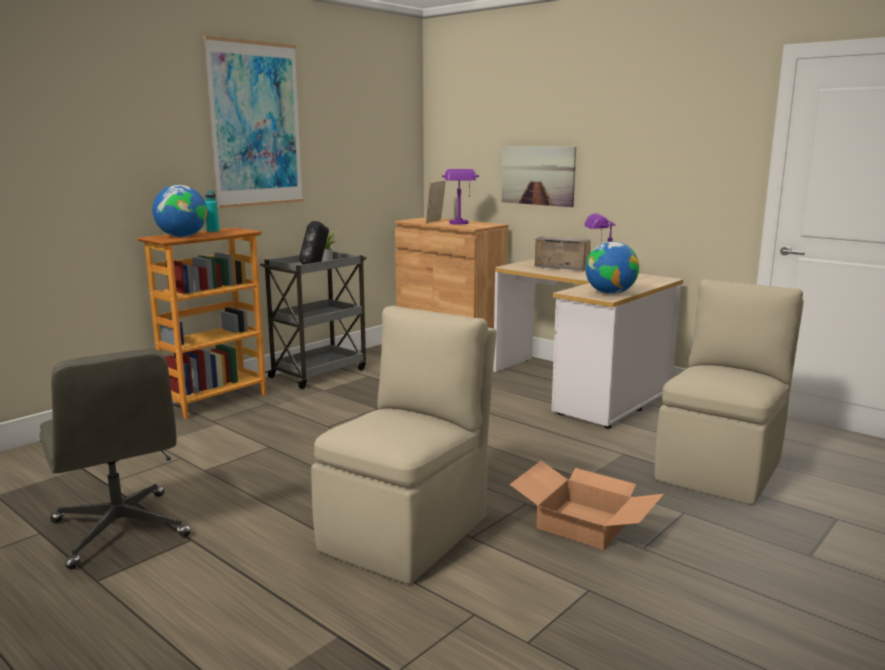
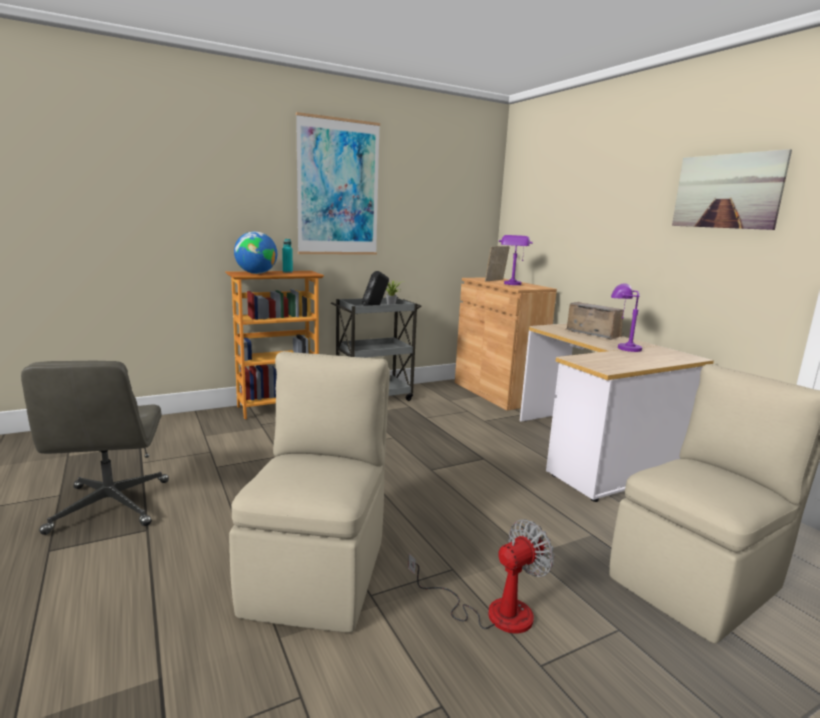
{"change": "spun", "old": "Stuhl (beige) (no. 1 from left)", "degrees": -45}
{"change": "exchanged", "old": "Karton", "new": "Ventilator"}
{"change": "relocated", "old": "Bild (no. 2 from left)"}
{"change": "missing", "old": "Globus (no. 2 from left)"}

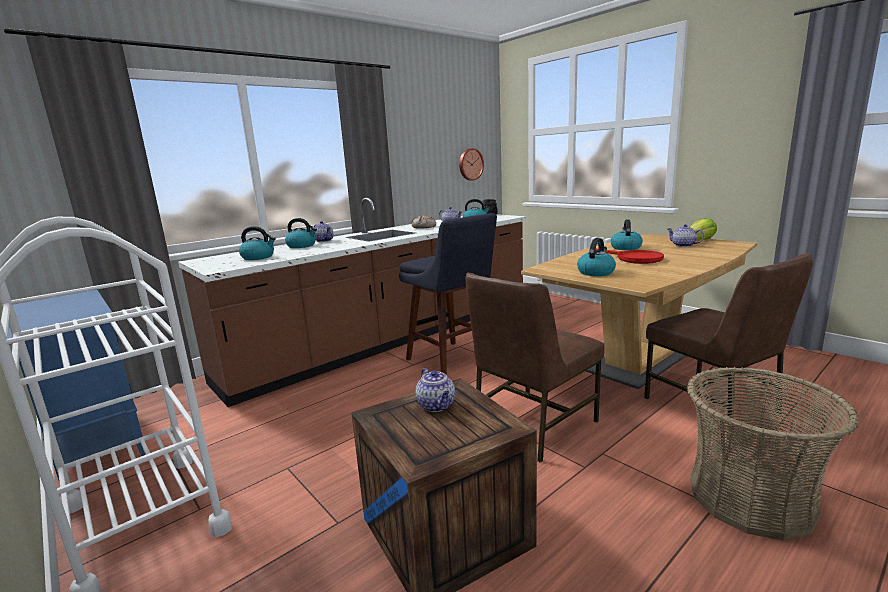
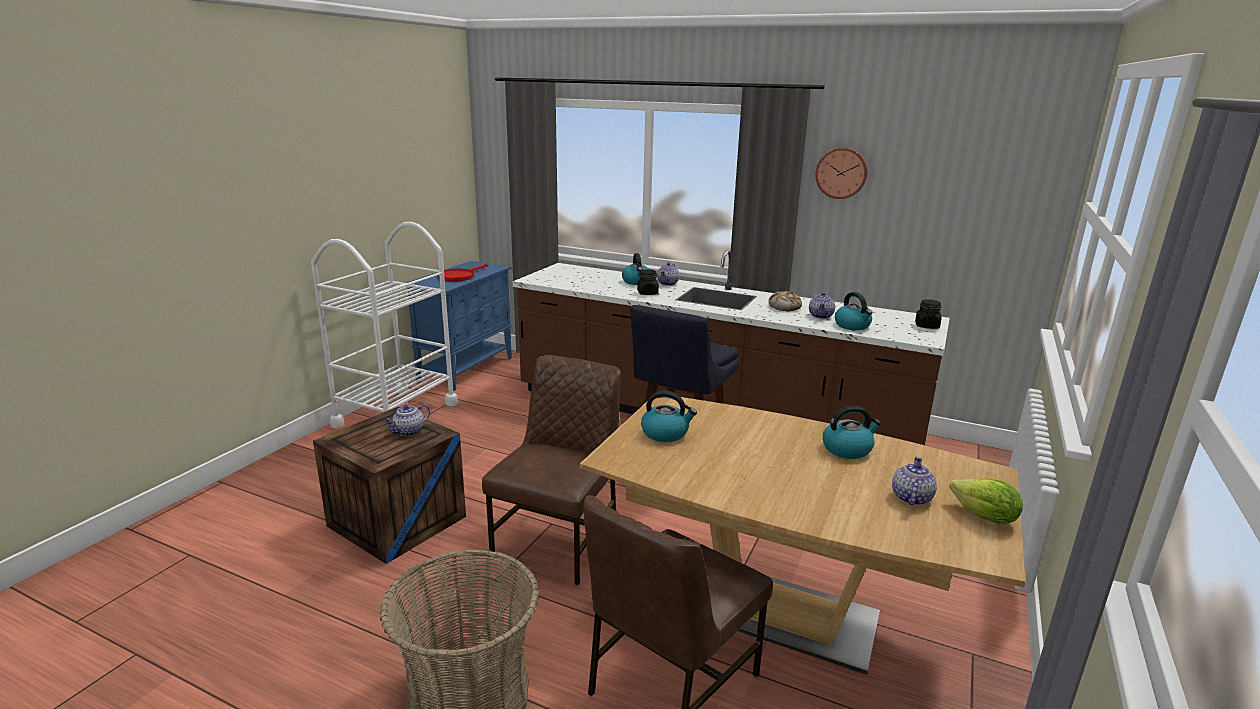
{"change": "relocated", "old": "Pfanne (rot)"}
{"change": "spun", "old": "Stuhl (braun) (no. 1 from left)", "degrees": 90}
{"change": "appeared", "new": "Vorratsglas (schwarz) (no. 1 from left)"}
{"change": "relocated", "old": "Wanduhr"}
{"change": "missing", "old": "Wasserkessel (no. 1 from left)"}

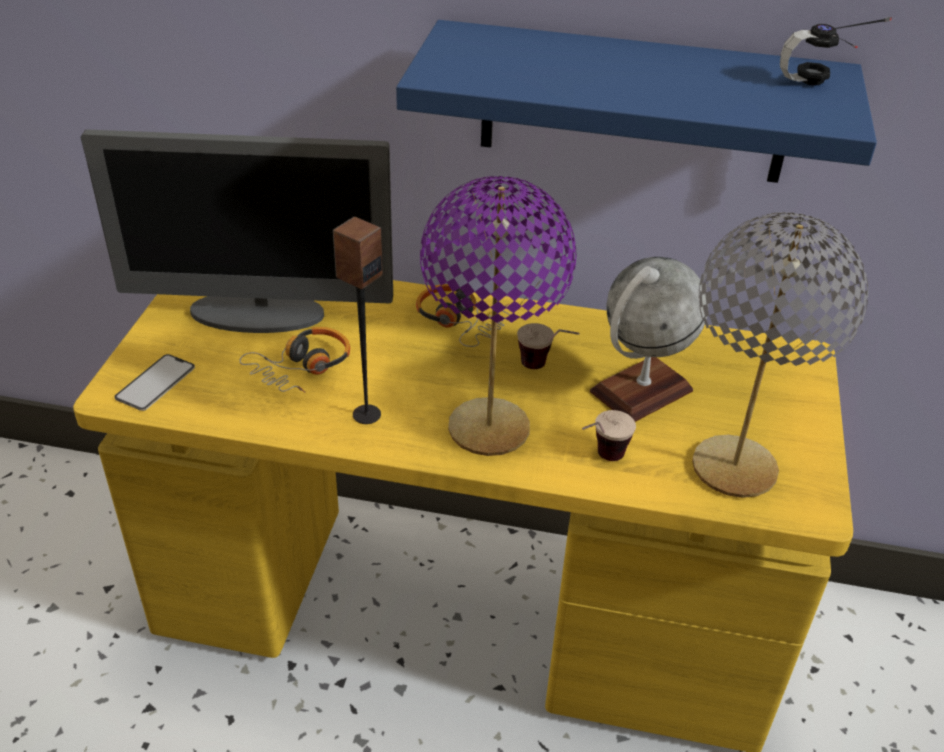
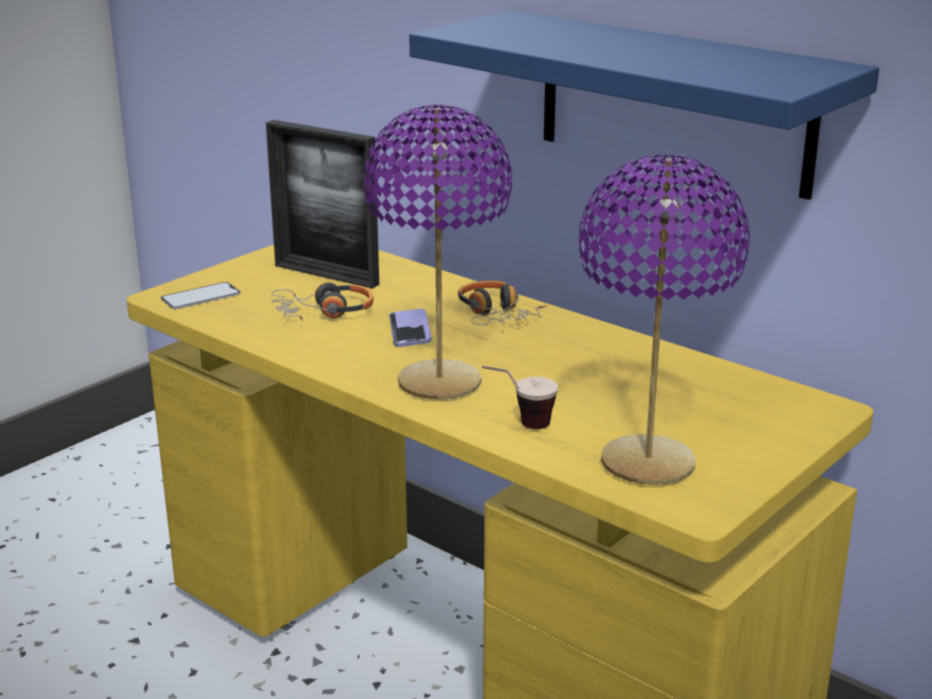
{"change": "exchanged", "old": "Monitor", "new": "Bilderrahmen"}
{"change": "appeared", "new": "Handy (no. 2 from left)"}
{"change": "colour", "old": "Tischlampe (grau)", "new": "Tischlampe (lila) (no. 2 from left)"}
{"change": "missing", "old": "Lautsprecher"}
{"change": "missing", "old": "Tasse (no. 1 from left)"}
{"change": "missing", "old": "Globus"}
{"change": "missing", "old": "Kopfhörer (no. 3 from left)"}

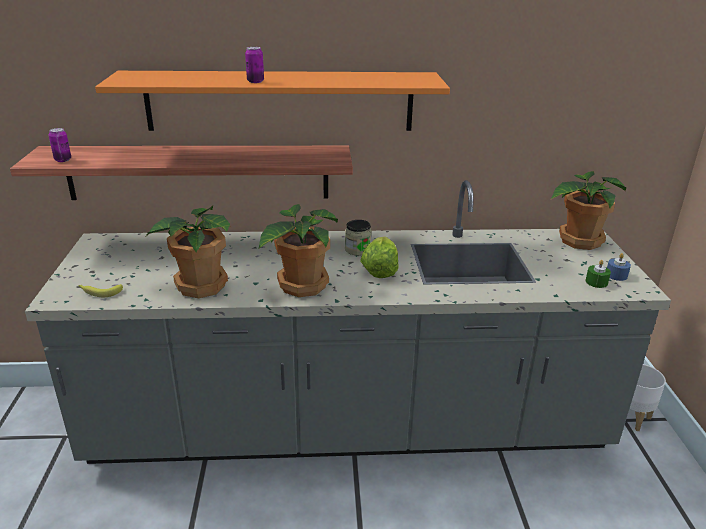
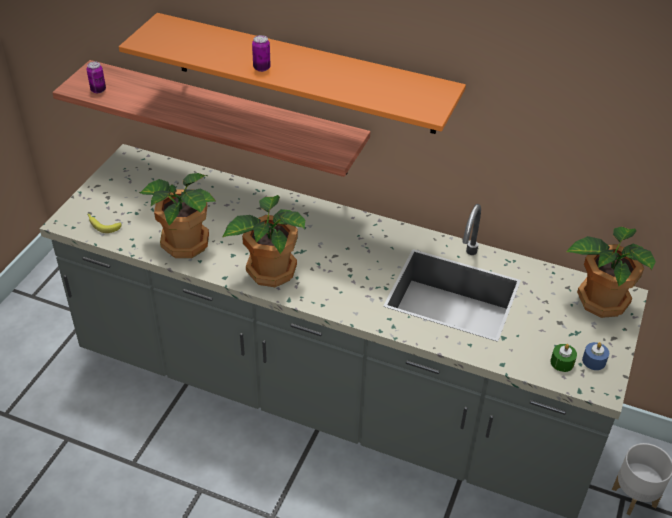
{"change": "missing", "old": "Vorratsglas"}
{"change": "missing", "old": "Salatkopf"}

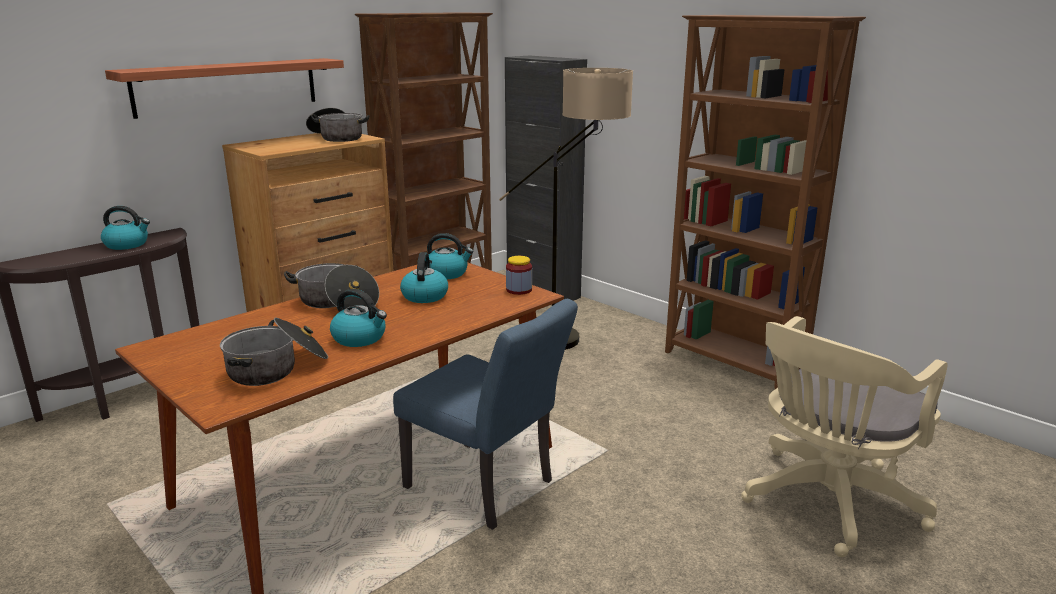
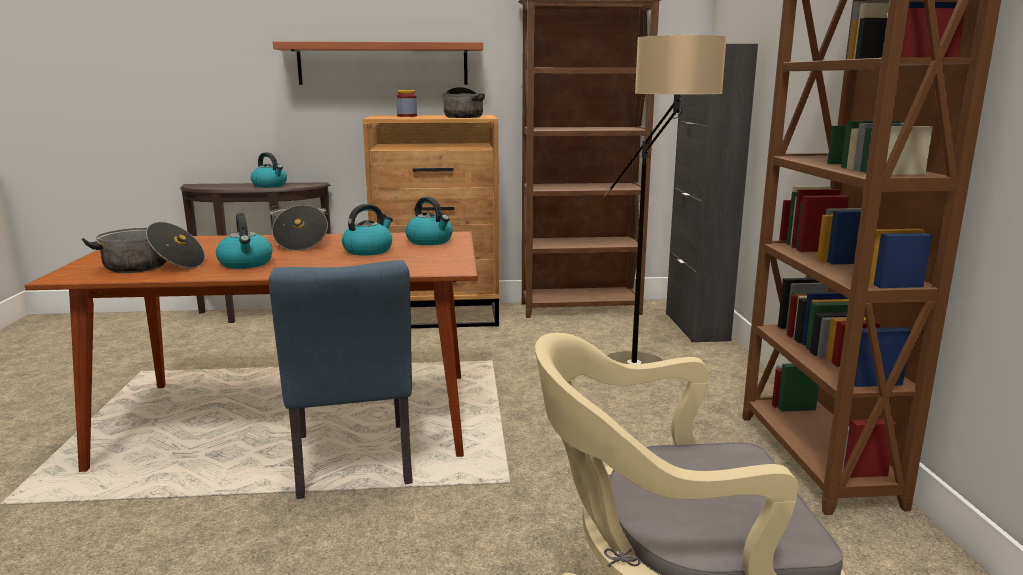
{"change": "relocated", "old": "Vorratsglas"}

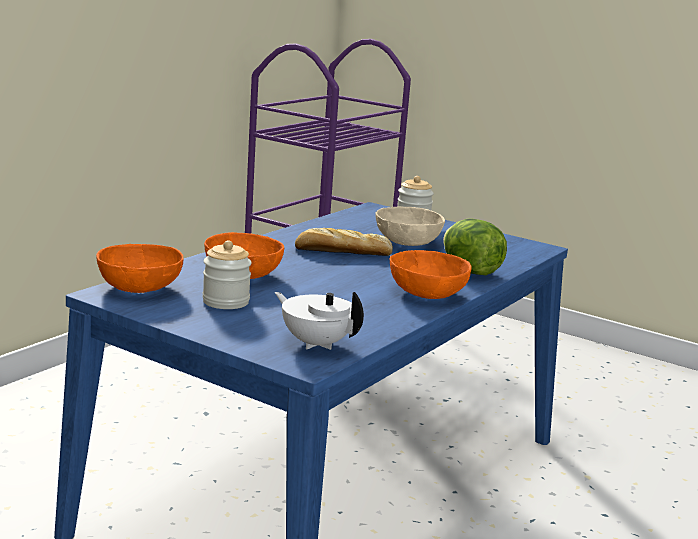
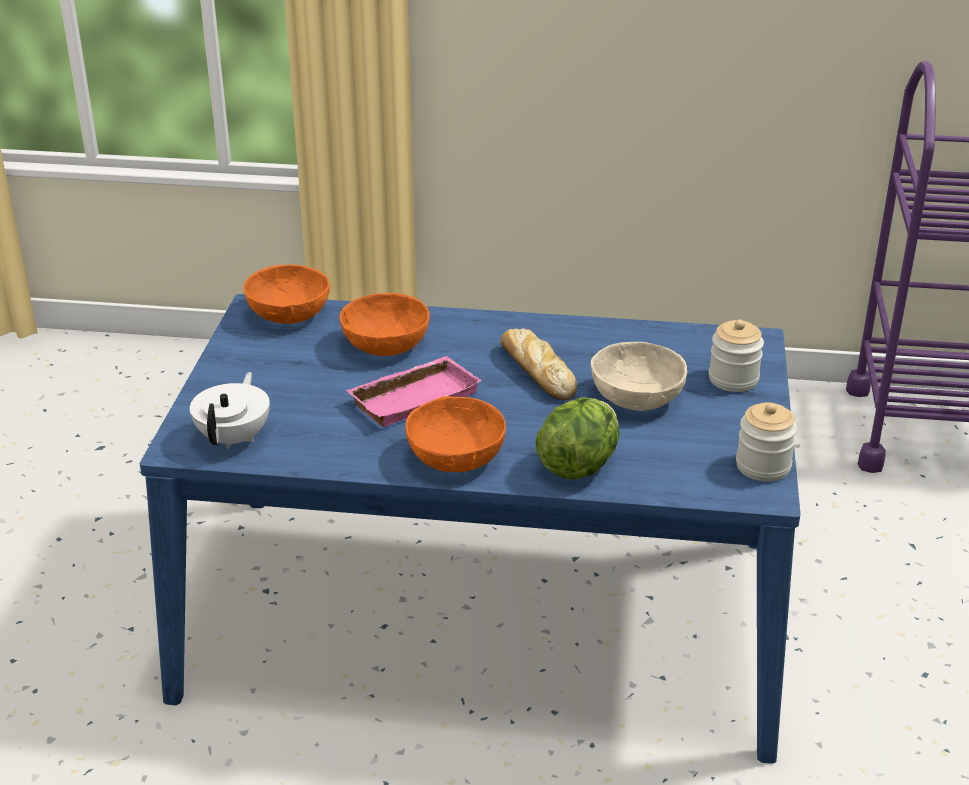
{"change": "appeared", "new": "Tablett (rosa)"}
{"change": "relocated", "old": "Vorratsglas (no. 1 from left in the first image)", "new": "Vorratsglas (no. 2 from left)"}

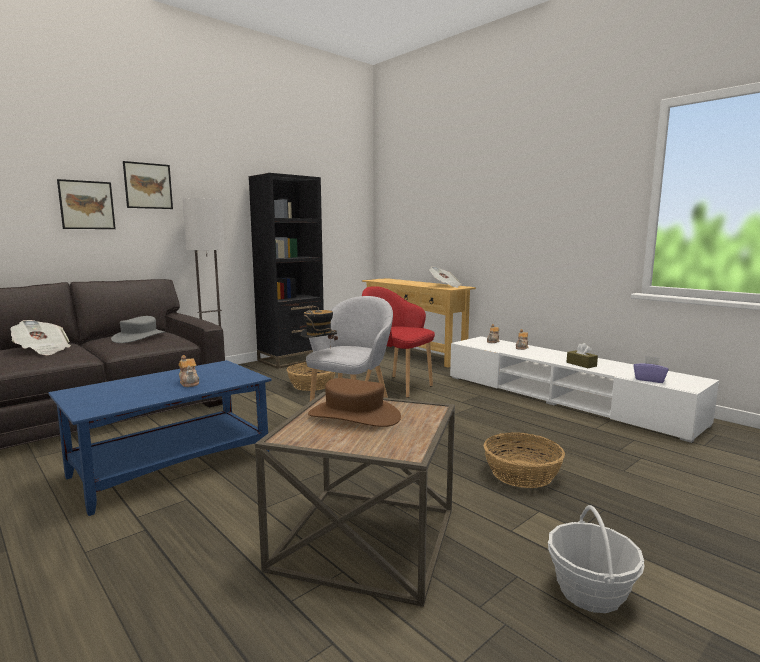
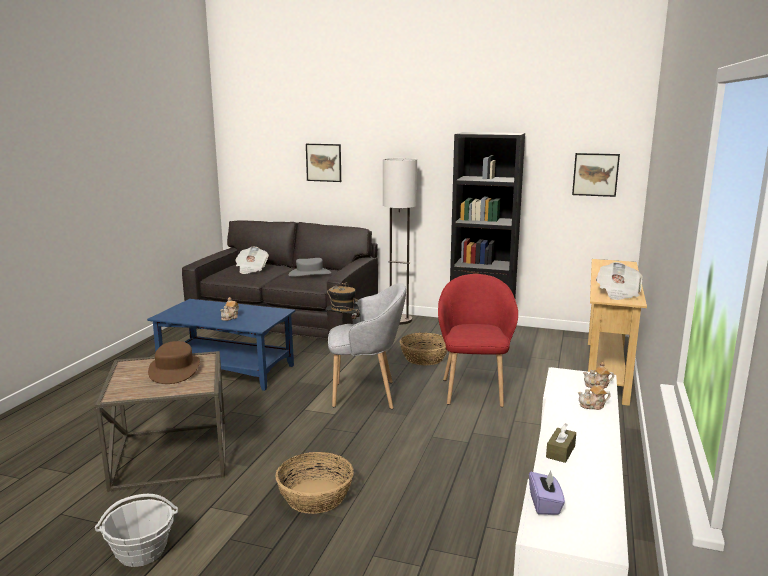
{"change": "relocated", "old": "Bild (no. 2 from left)"}

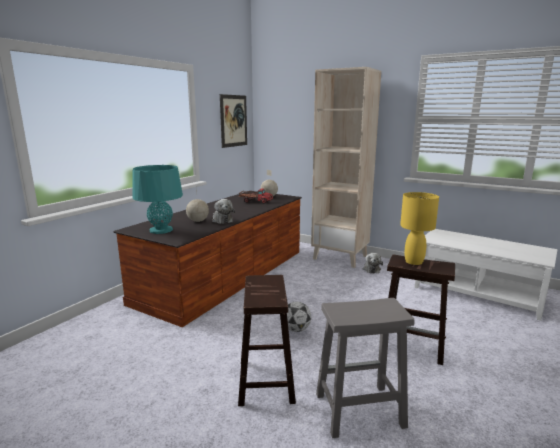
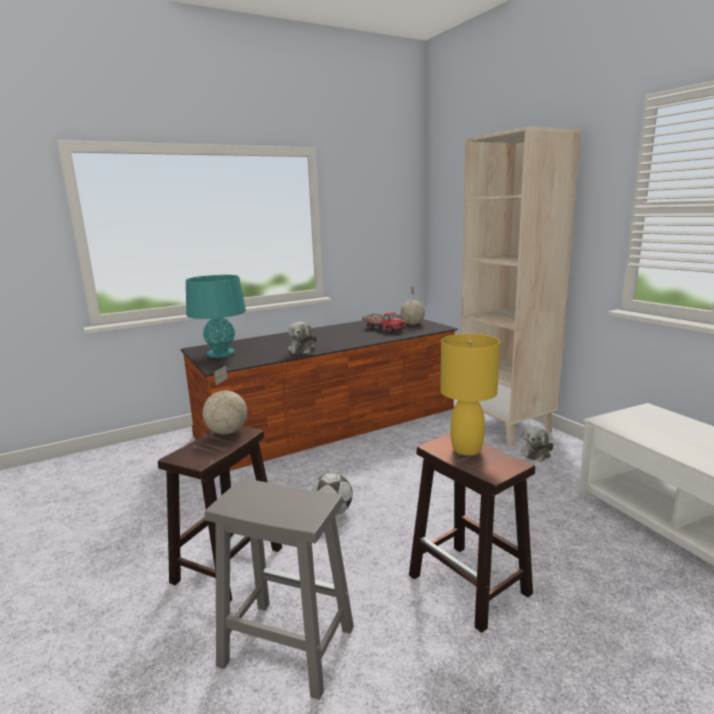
{"change": "relocated", "old": "Globus (no. 1 from left)"}
{"change": "missing", "old": "Bild"}

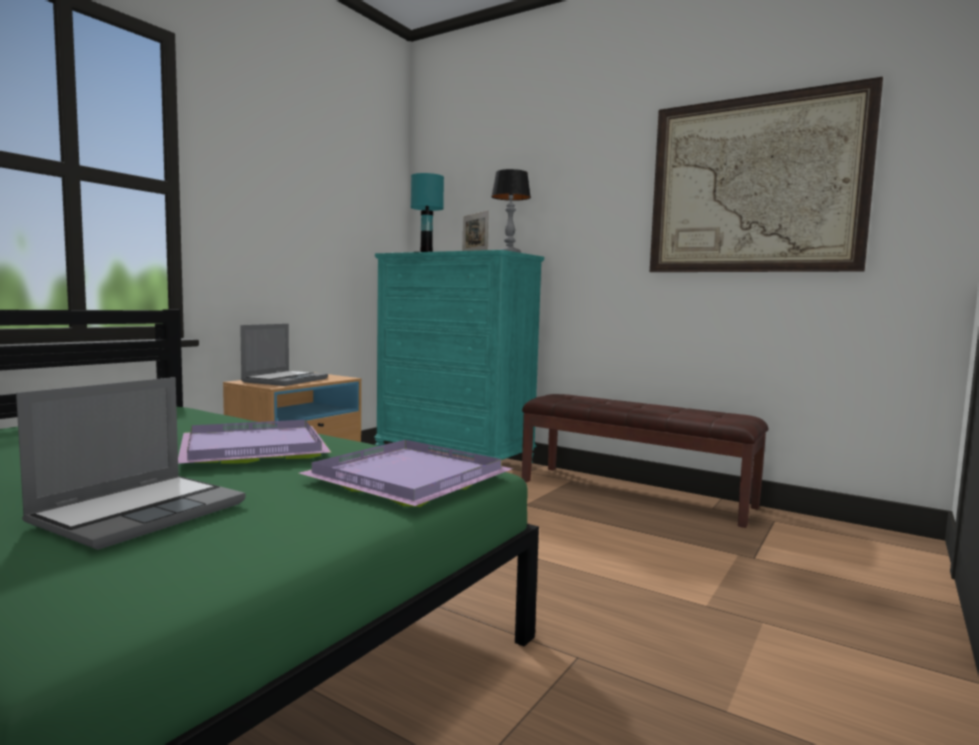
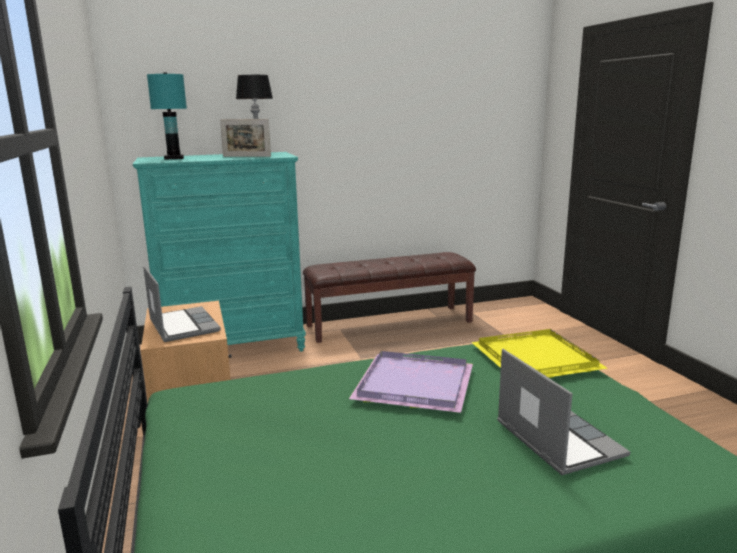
{"change": "colour", "old": "Tablett (lila) (no. 2 from left)", "new": "Tablett (gelb)"}
{"change": "missing", "old": "Bild"}

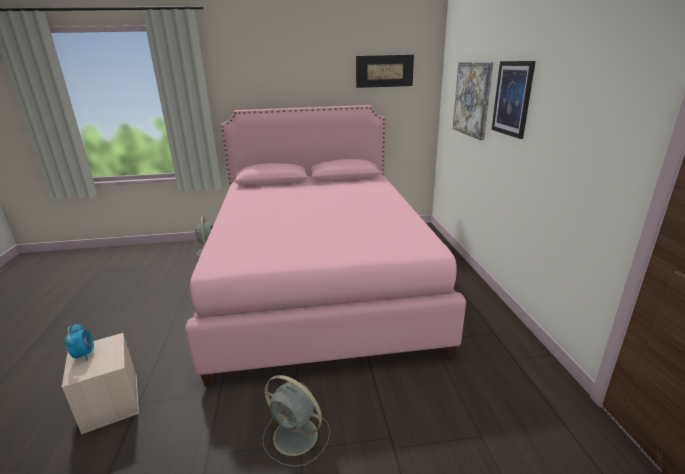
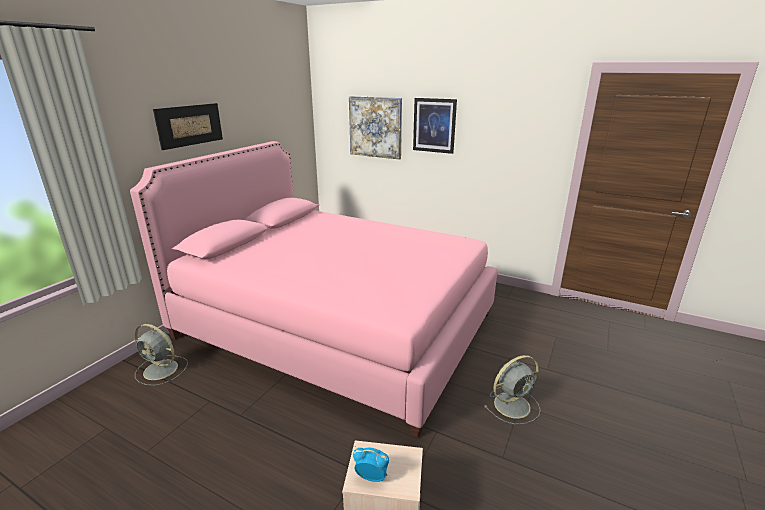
{"change": "relocated", "old": "Bild (no. 1 from left)"}

